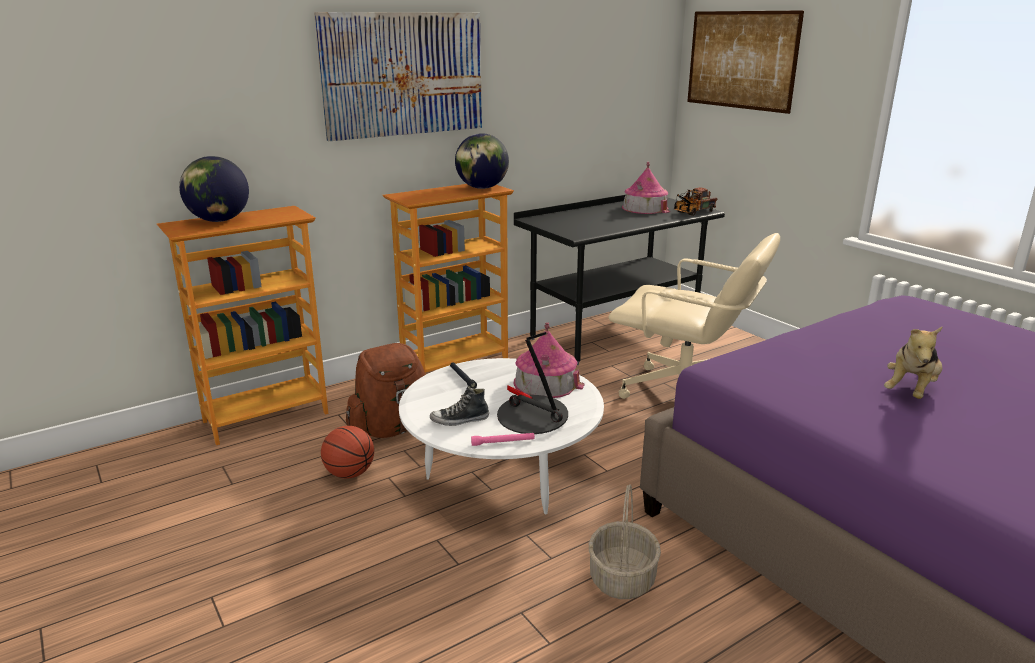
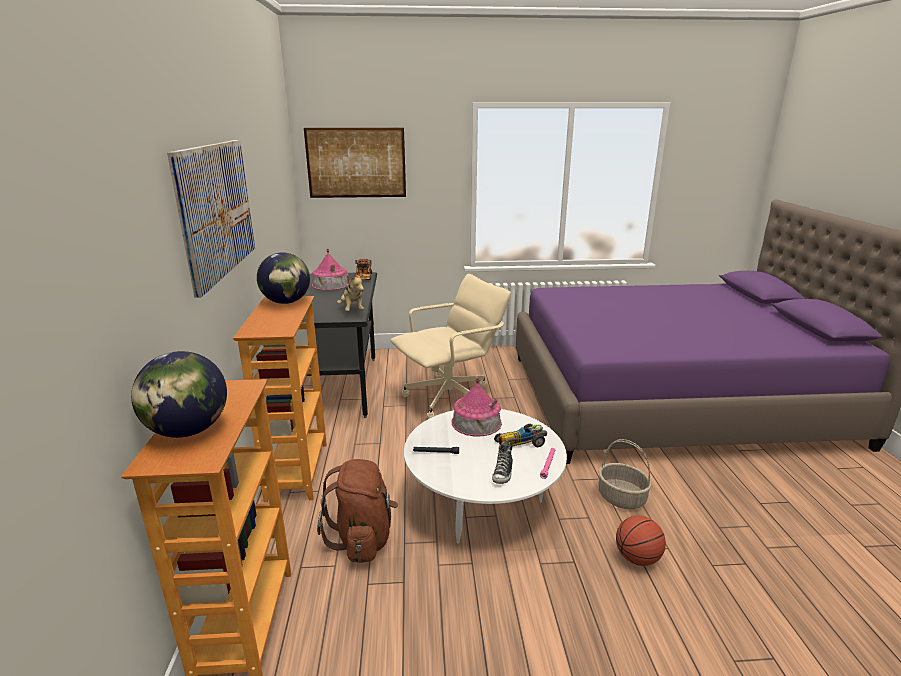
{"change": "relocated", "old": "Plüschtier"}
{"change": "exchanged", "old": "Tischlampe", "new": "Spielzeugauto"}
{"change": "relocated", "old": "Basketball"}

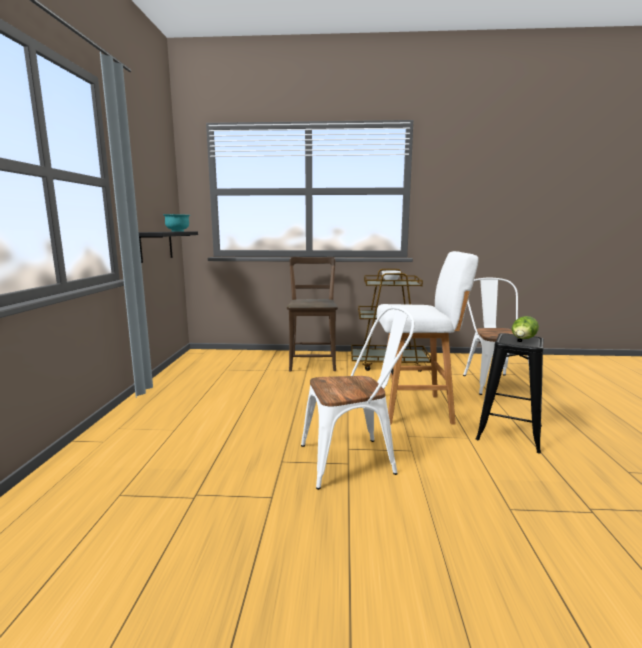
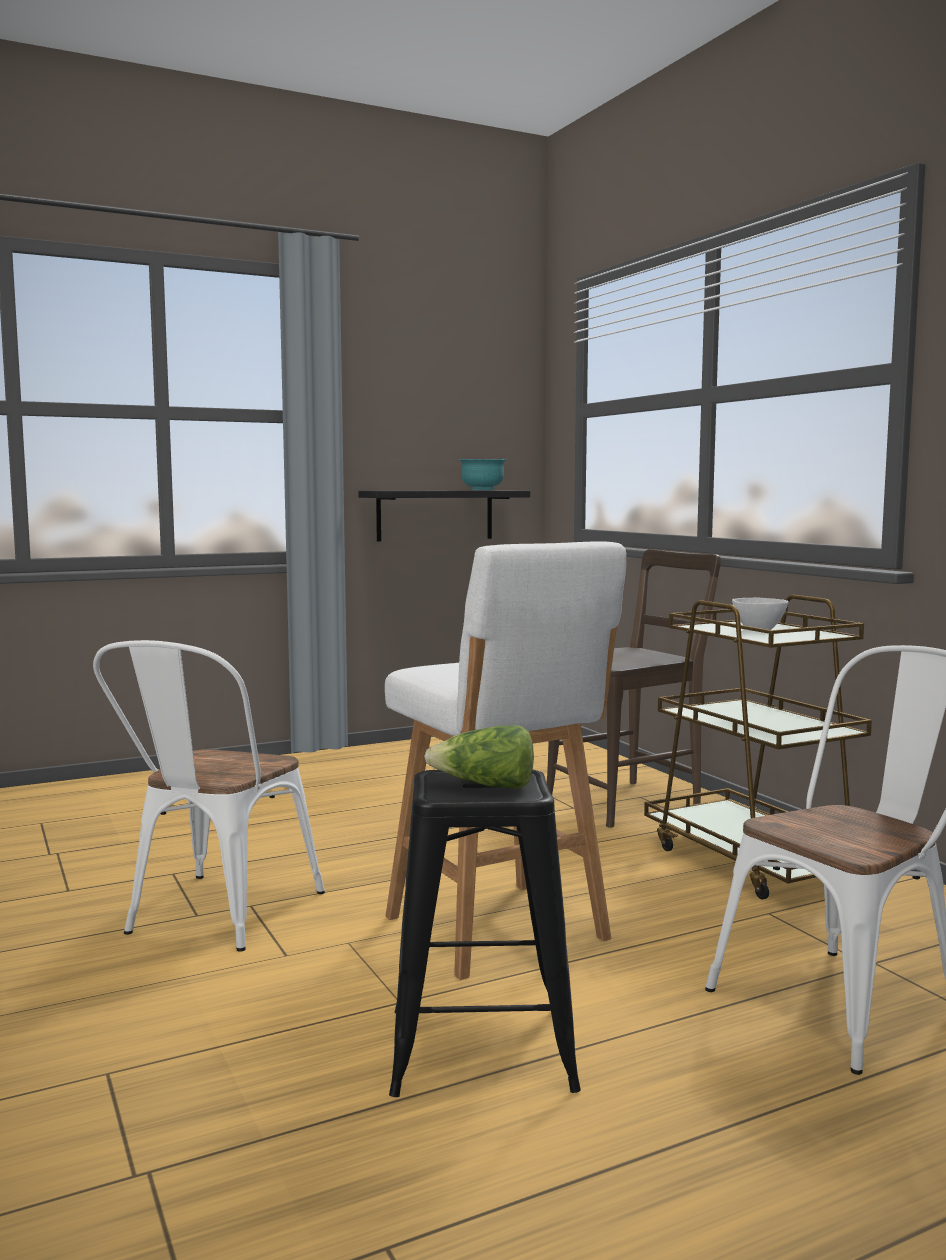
{"change": "spun", "old": "Stuhl (weiß) (no. 1 from left)", "degrees": 60}

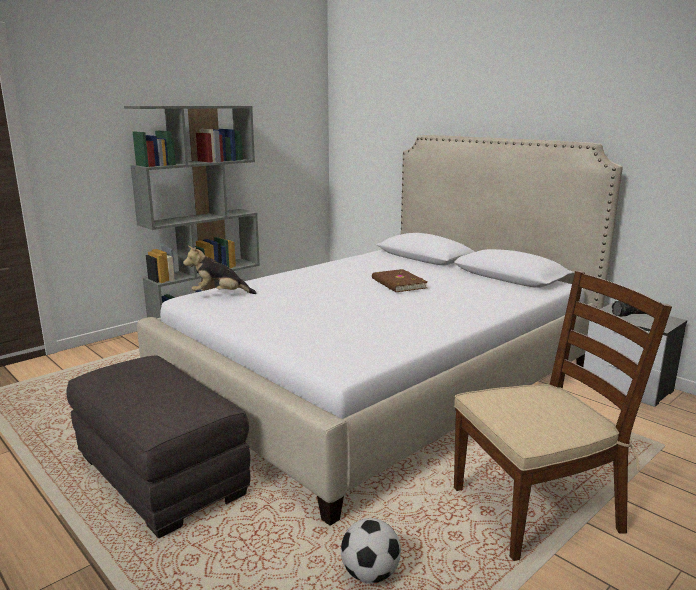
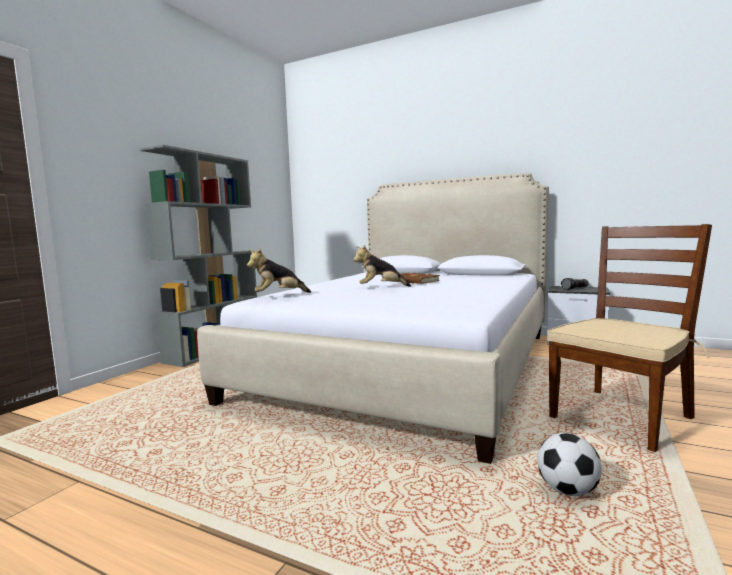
{"change": "appeared", "new": "Plüschtier (no. 2 from left)"}
{"change": "missing", "old": "Polsterhocker (grau)"}

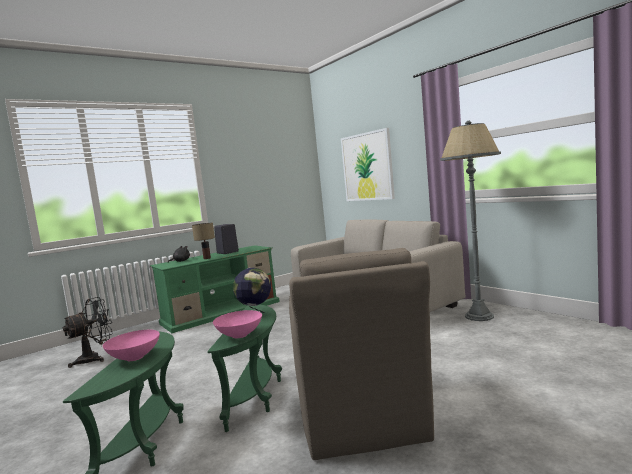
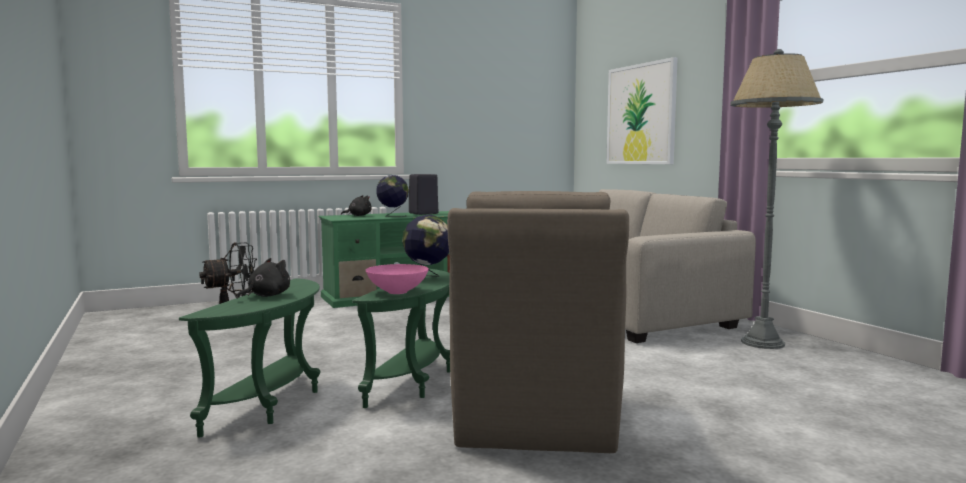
{"change": "exchanged", "old": "Schüssel (rosa) (no. 1 from left)", "new": "Plüschtier (schwarz) (no. 1 from left)"}
{"change": "exchanged", "old": "Tischlampe", "new": "Globus (no. 1 from left)"}

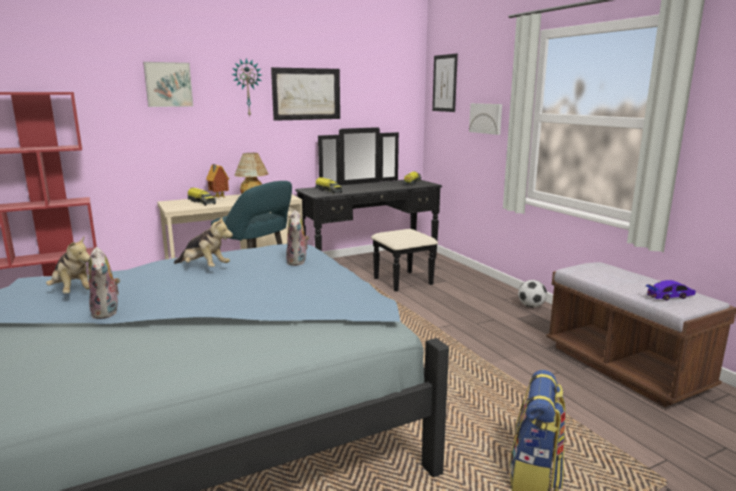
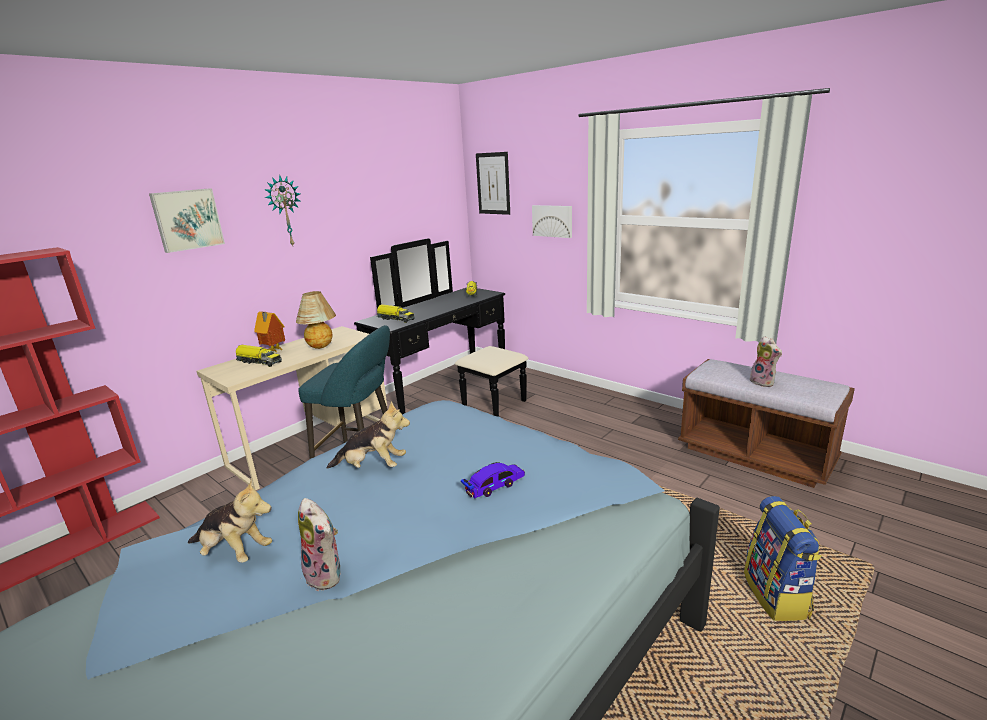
{"change": "relocated", "old": "Spielzeugauto"}
{"change": "relocated", "old": "Plüschtier (no. 4 from left)"}
{"change": "missing", "old": "Bild (no. 2 from left)"}
{"change": "missing", "old": "Fußball"}

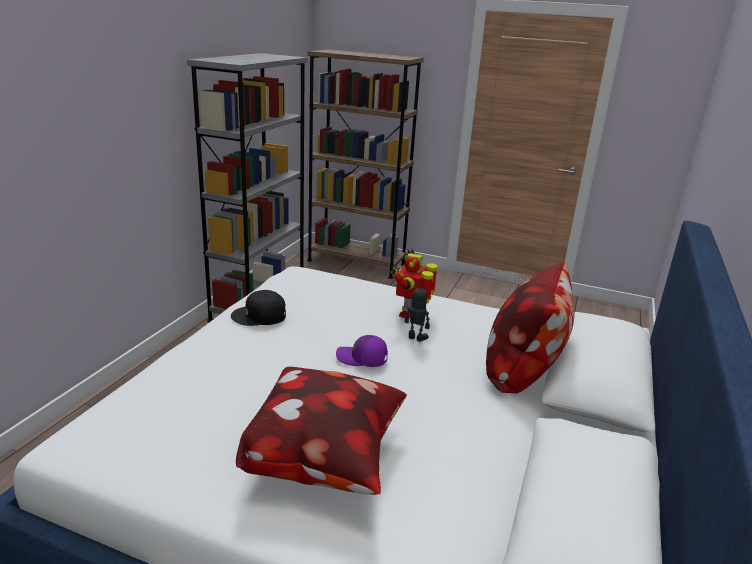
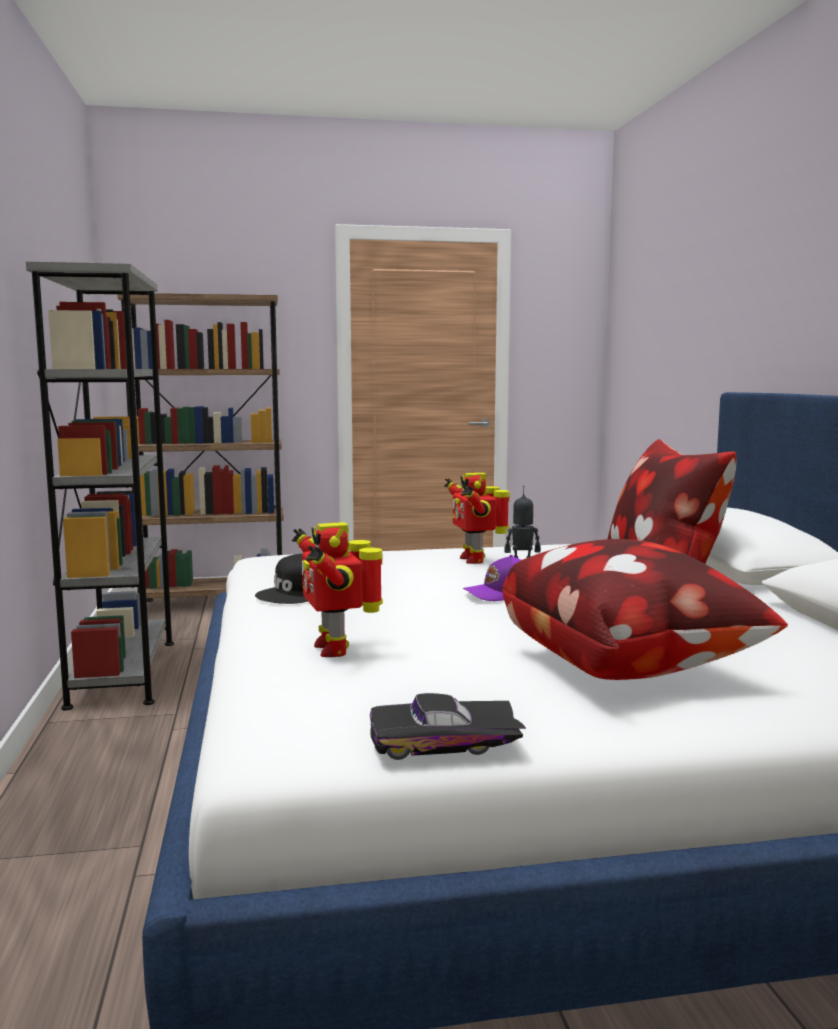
{"change": "appeared", "new": "Spielzeugroboter (no. 1 from left)"}
{"change": "appeared", "new": "Spielzeugauto (schwarz)"}

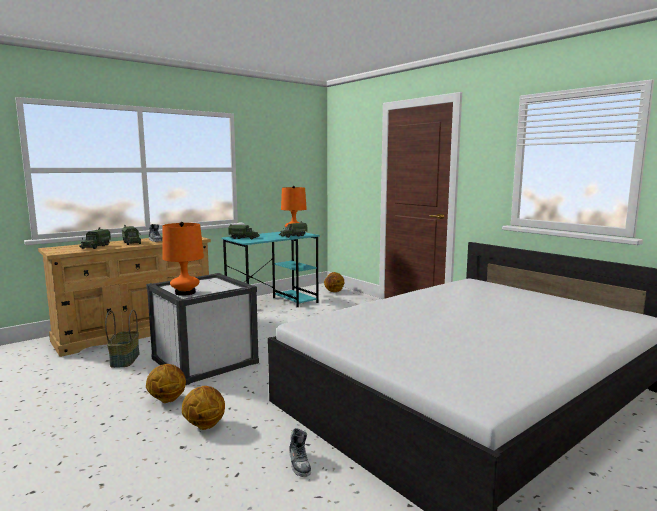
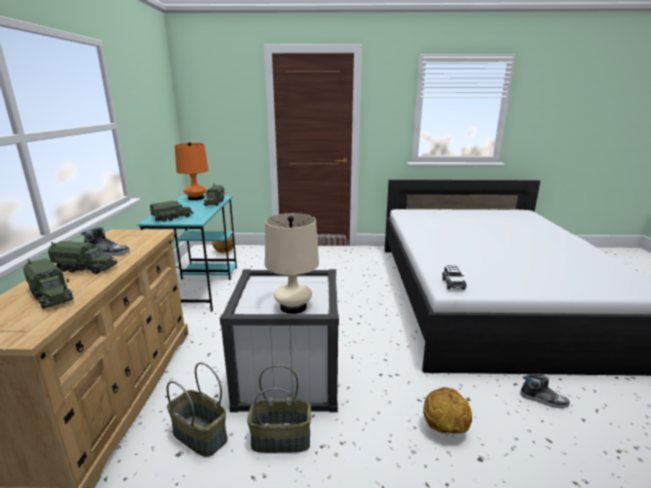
{"change": "appeared", "new": "Korb (no. 2 from left)"}
{"change": "colour", "old": "Tischlampe (orange) (no. 1 from left)", "new": "Tischlampe (beige)"}
{"change": "appeared", "new": "Spielzeugauto"}
{"change": "missing", "old": "Basketball (no. 1 from left)"}

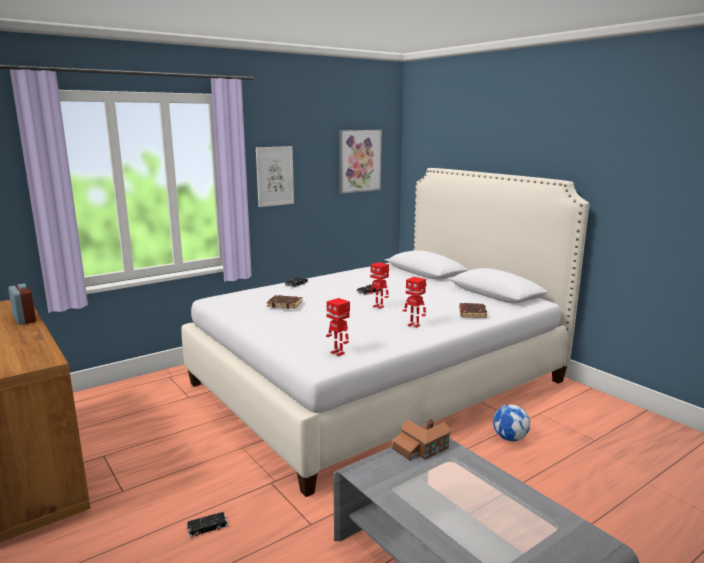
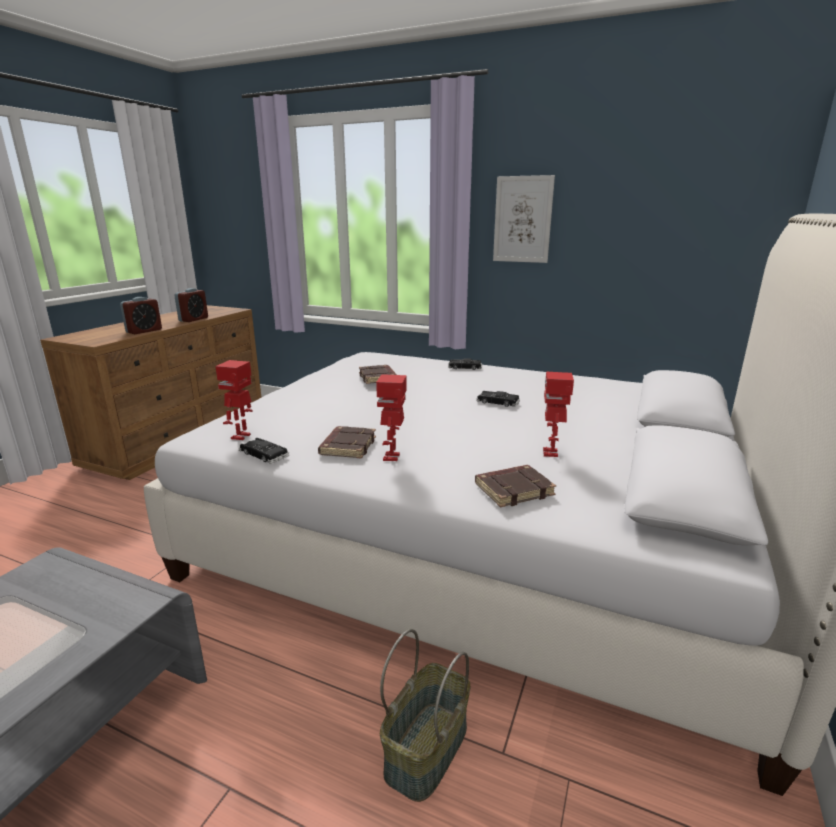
{"change": "appeared", "new": "Wecker (no. 1 from left)"}
{"change": "relocated", "old": "Spielzeugauto (schwarz) (no. 1 from left)"}
{"change": "appeared", "new": "Buch (braun) (no. 1 from left)"}
{"change": "exchanged", "old": "Fußball", "new": "Korb"}
{"change": "relocated", "old": "Spielzeugroboter (no. 2 from left in the first image)", "new": "Spielzeugroboter (no. 3 from left)"}
{"change": "missing", "old": "Bild (no. 2 from left)"}
{"change": "missing", "old": "Spielzeughaus"}

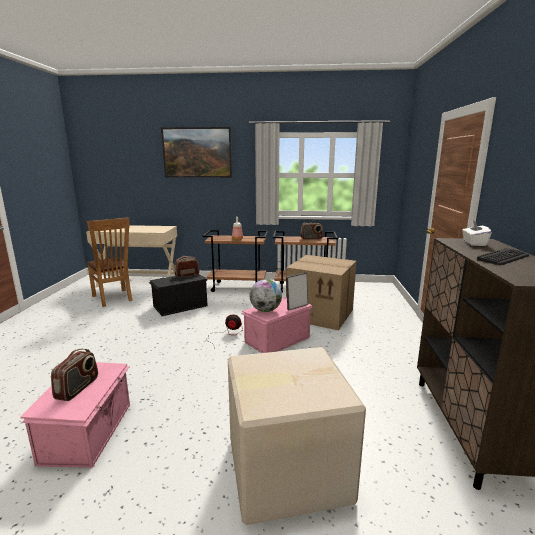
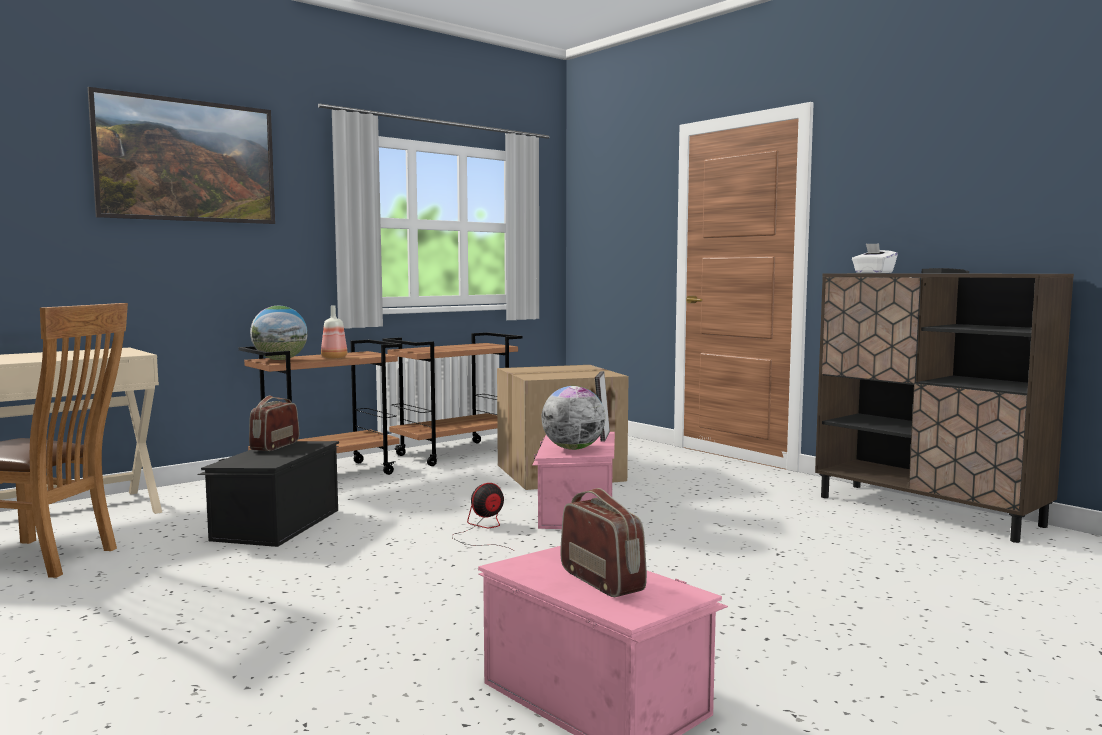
{"change": "appeared", "new": "Globus (no. 1 from left)"}
{"change": "missing", "old": "Karton (no. 1 from left)"}
{"change": "missing", "old": "Radio (no. 3 from left)"}

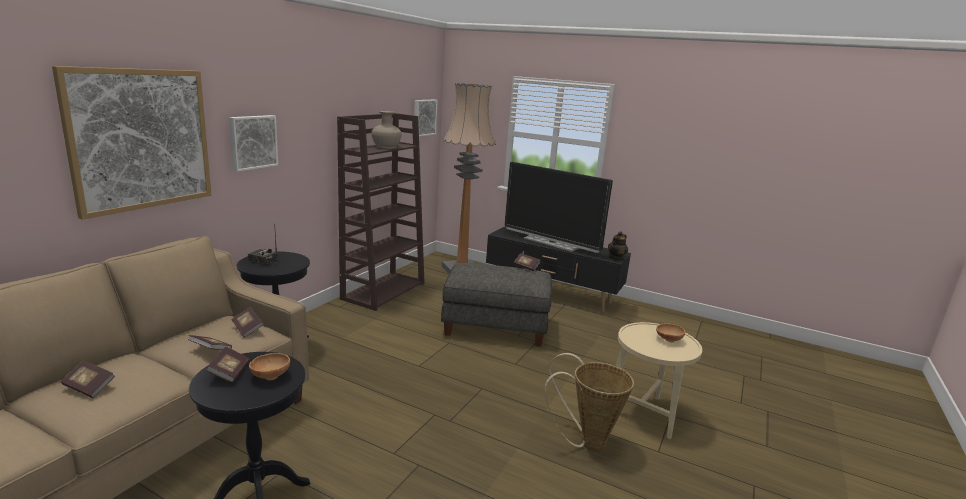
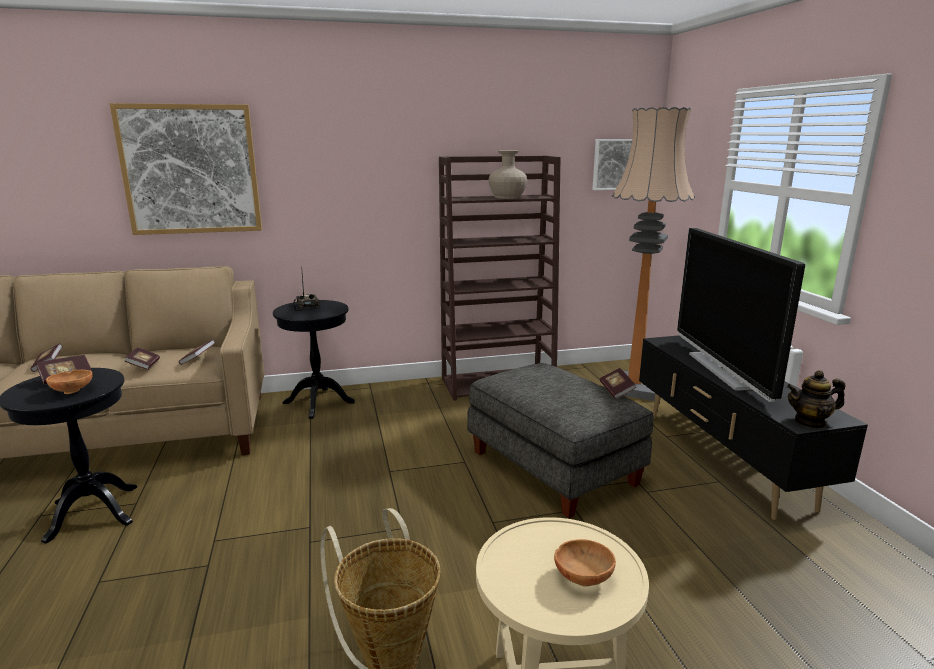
{"change": "missing", "old": "Bild (no. 2 from left)"}

